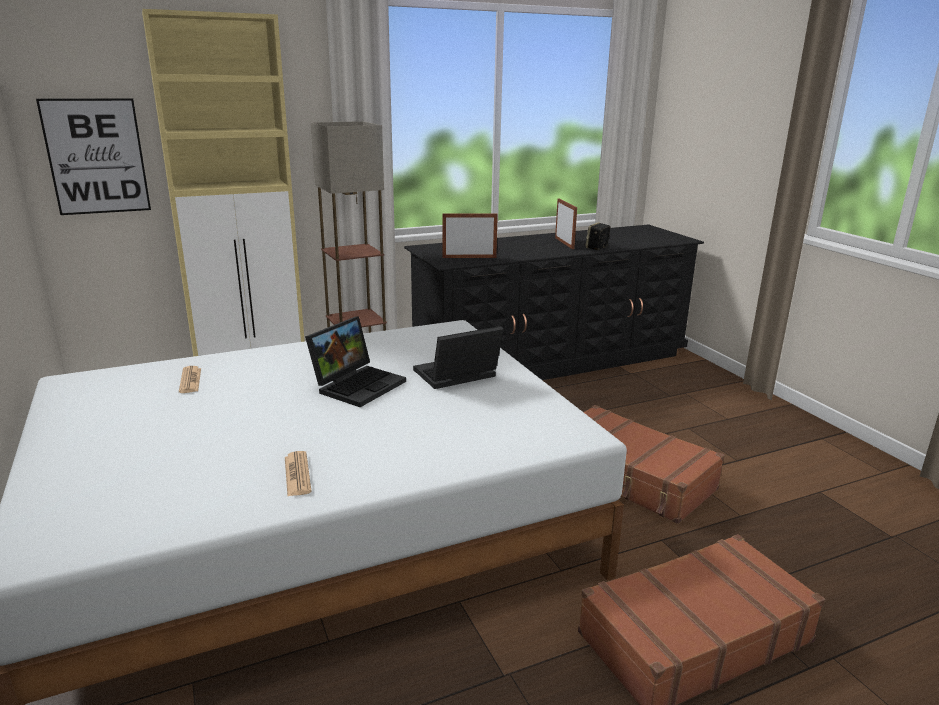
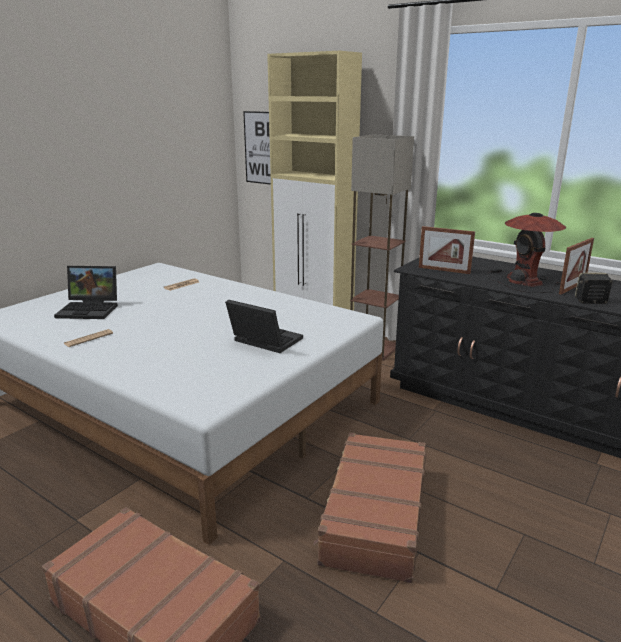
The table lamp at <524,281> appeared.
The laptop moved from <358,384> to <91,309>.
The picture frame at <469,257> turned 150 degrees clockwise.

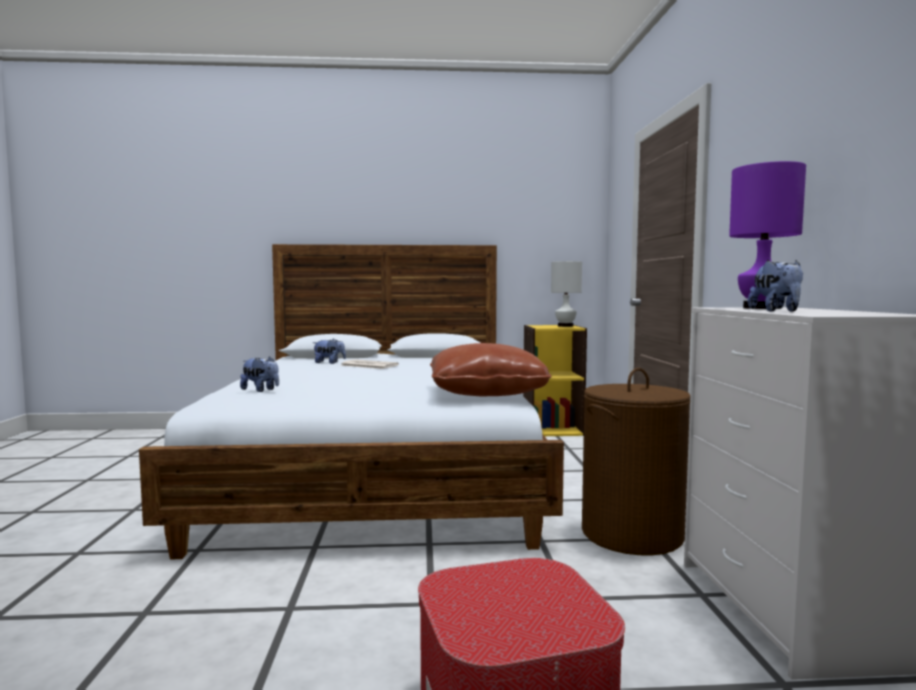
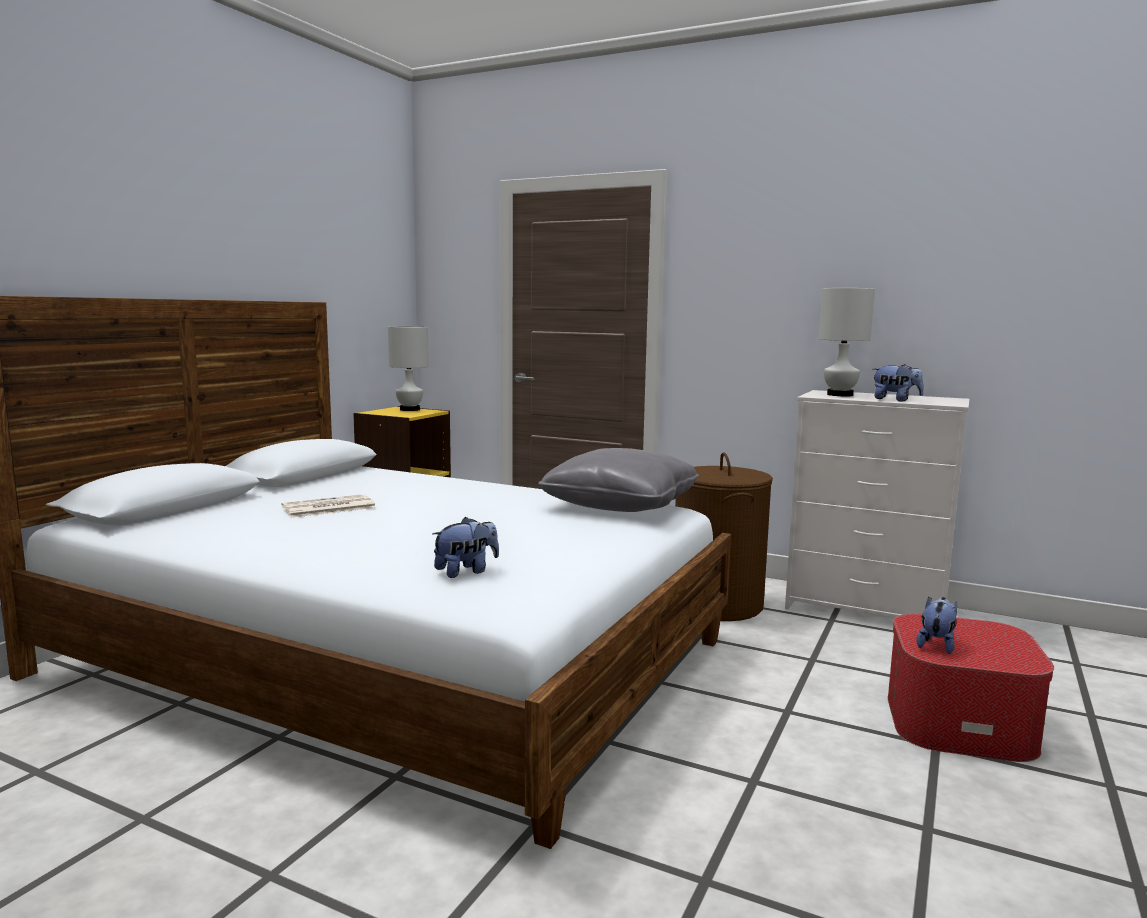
The plush toy moved from <329,363> to <936,645>.
The pillow/brown at <486,393> became the pillow/grey at <621,505>.
The table lamp/purple at <761,308> became the table lamp/white at <839,395>.

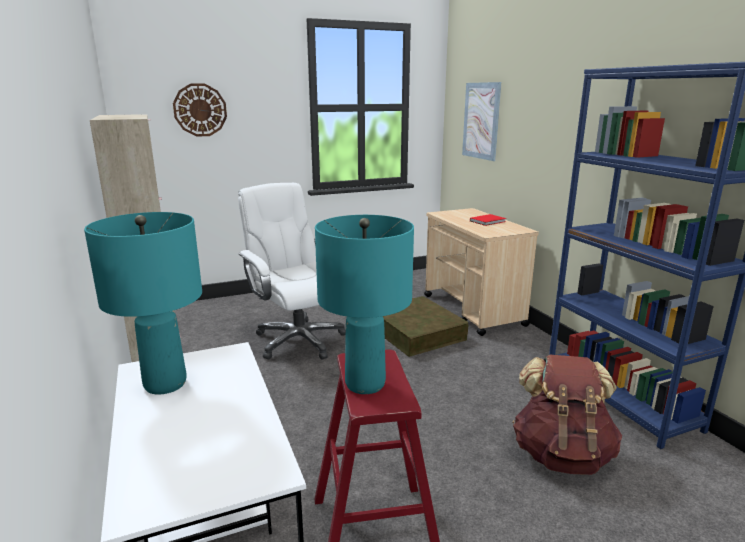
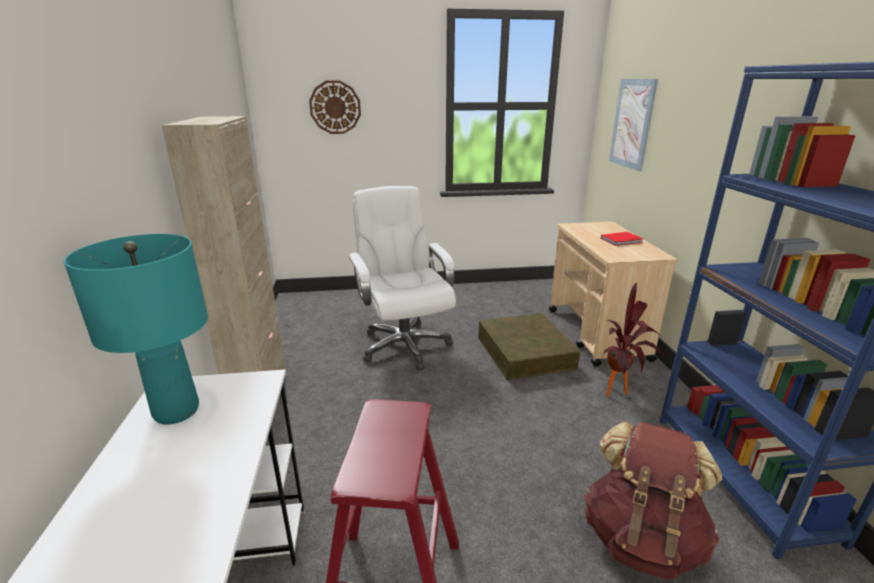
The table lamp/turquoise at <364,384> disappeared.
The potted plant at <621,392> appeared.

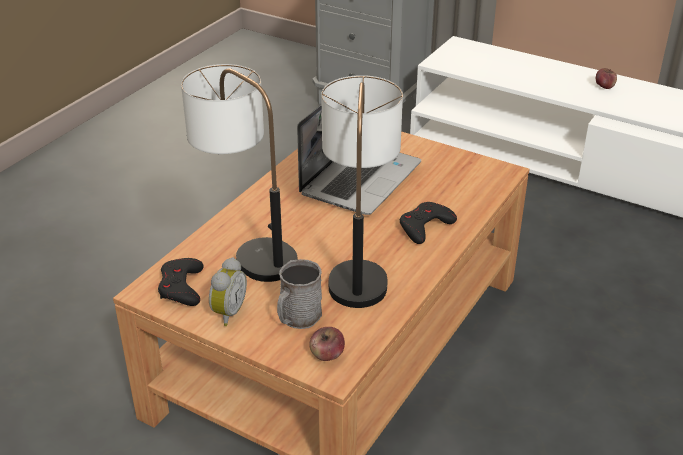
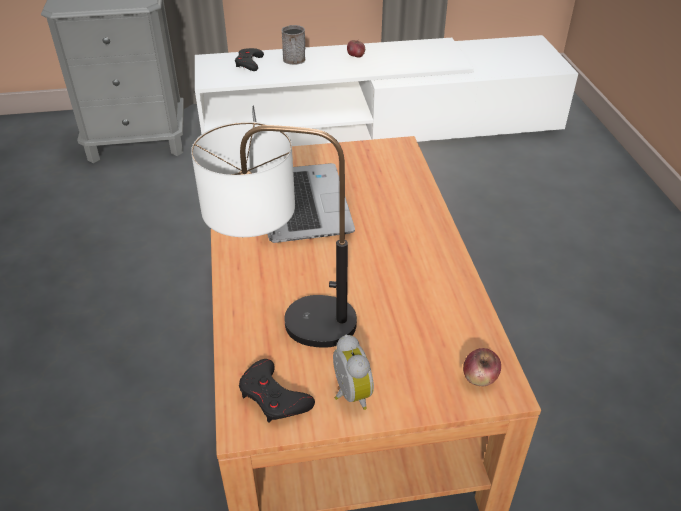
The table lamp at <359,265> disappeared.
The mug/grey moved from <297,318> to <294,61>.
The game controller/black moved from <425,226> to <249,63>.

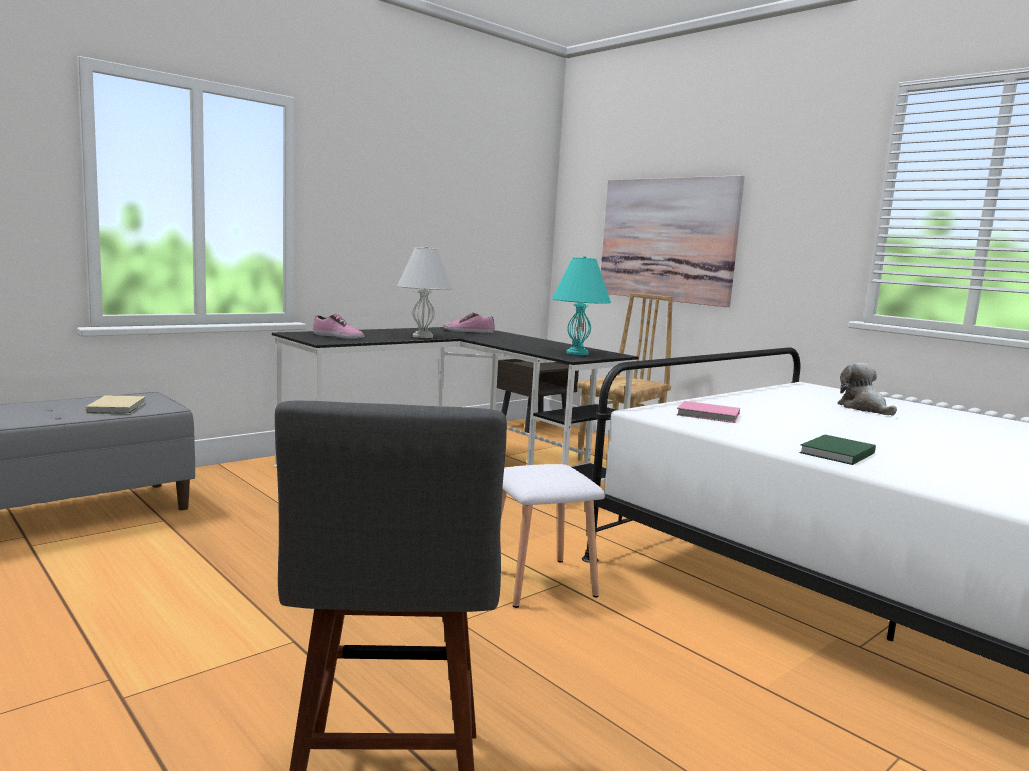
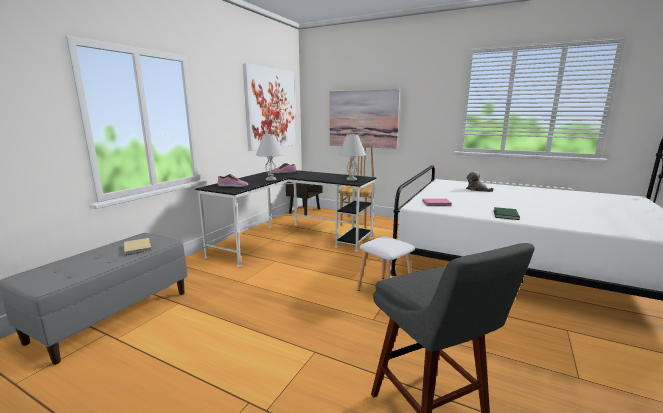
The picture at <271,108> appeared.
The table lamp/turquoise at <576,353> became the table lamp/white at <351,179>.

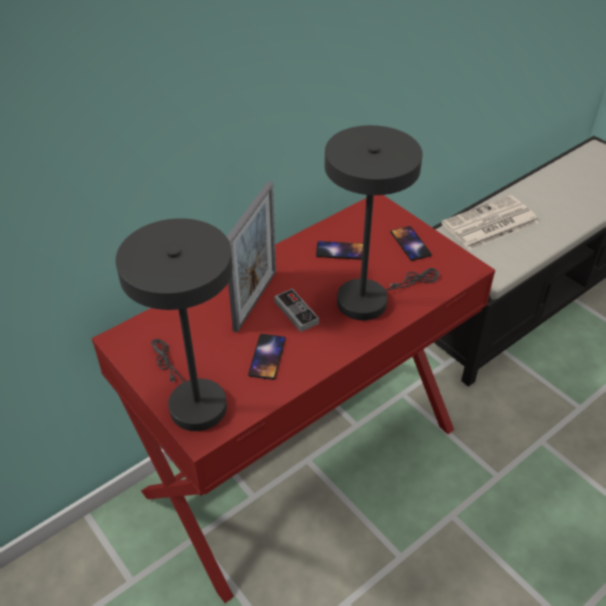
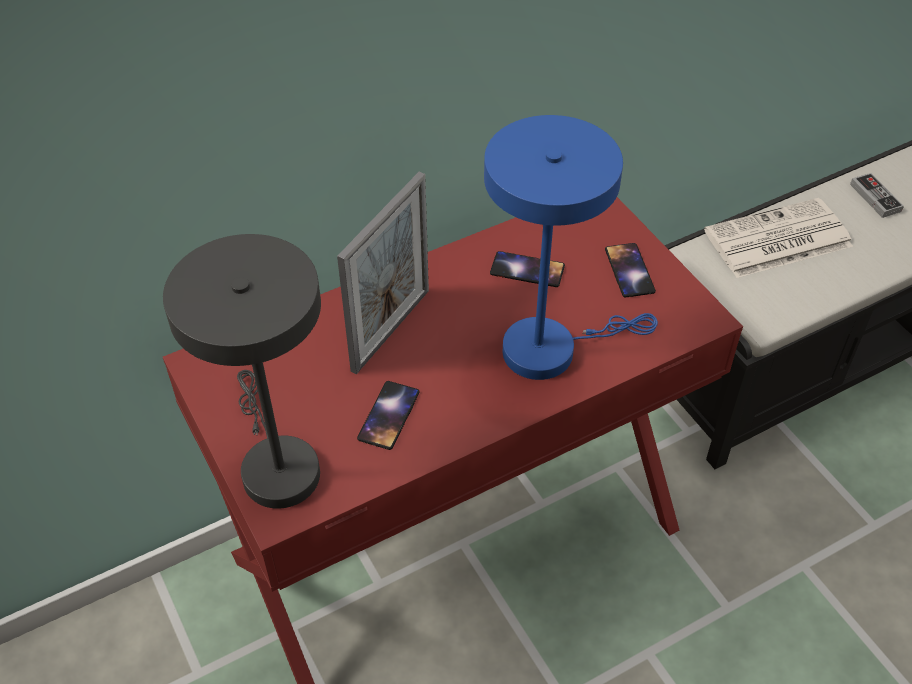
The game controller moved from <296,312> to <875,198>.
The table lamp/grey at <369,299> became the table lamp/blue at <550,348>.

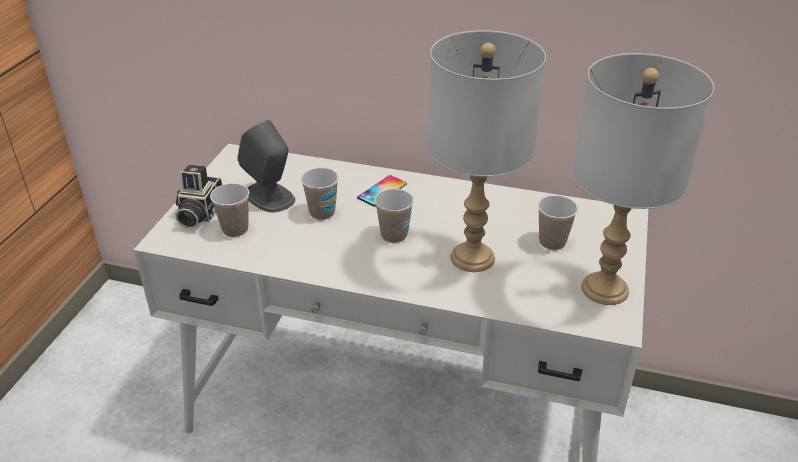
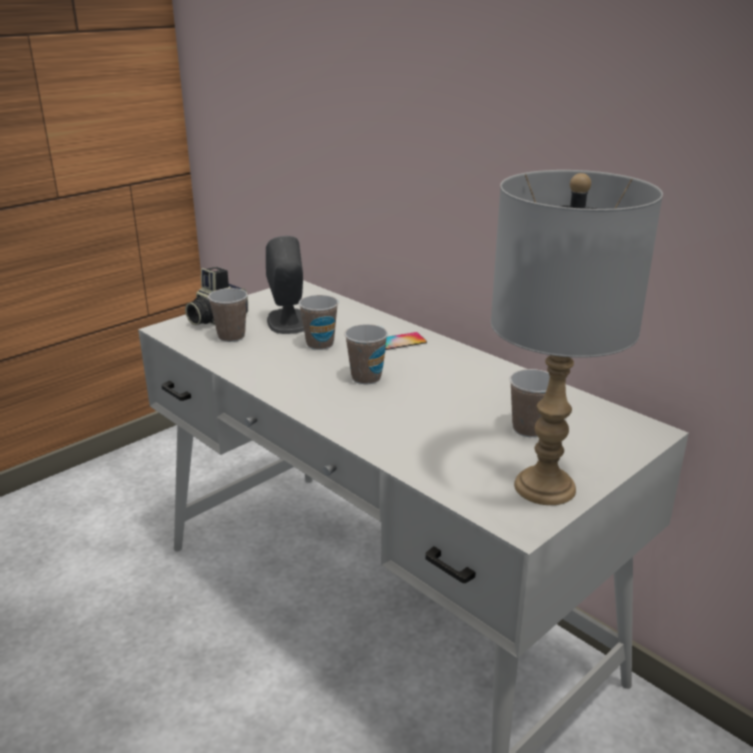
The table lamp/grey at <472,257> disappeared.

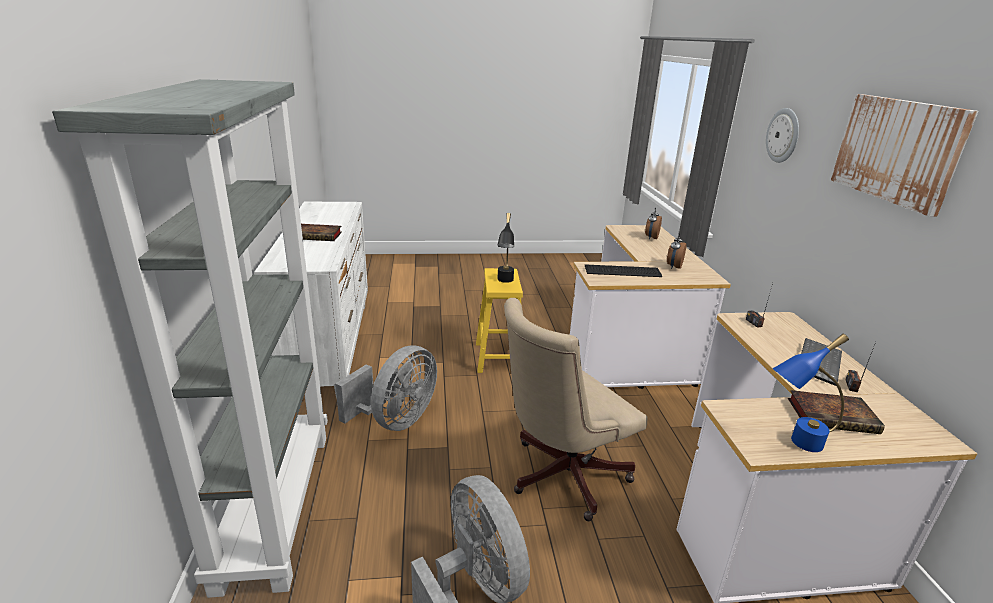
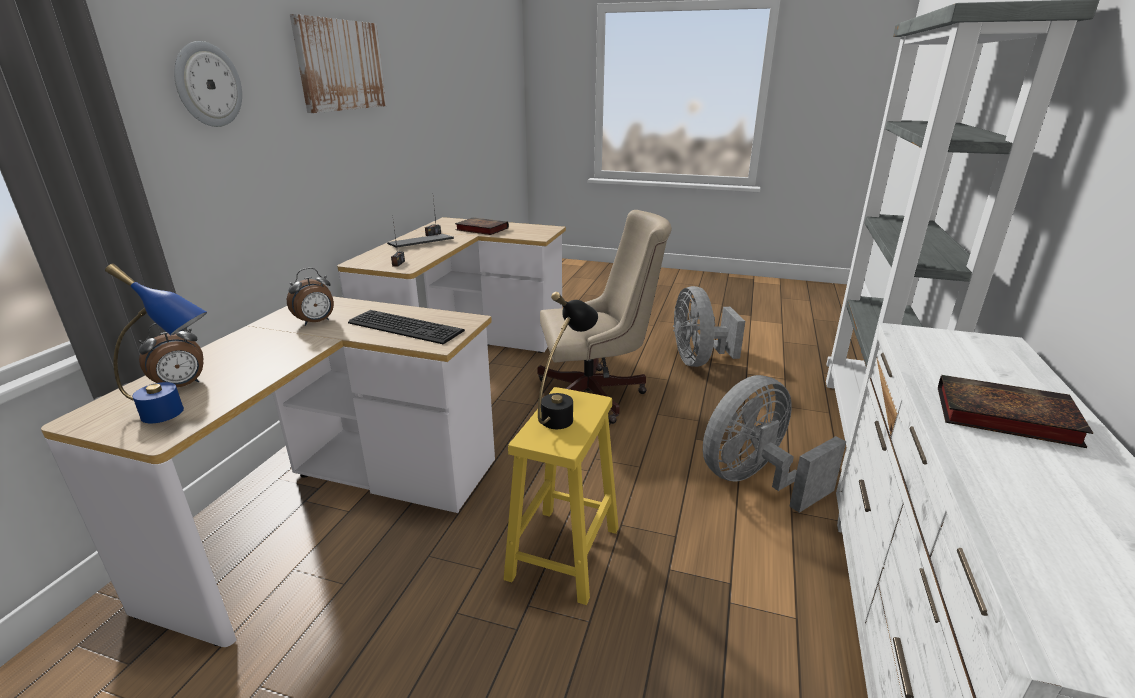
The table lamp/blue moved from <794,444> to <178,415>.

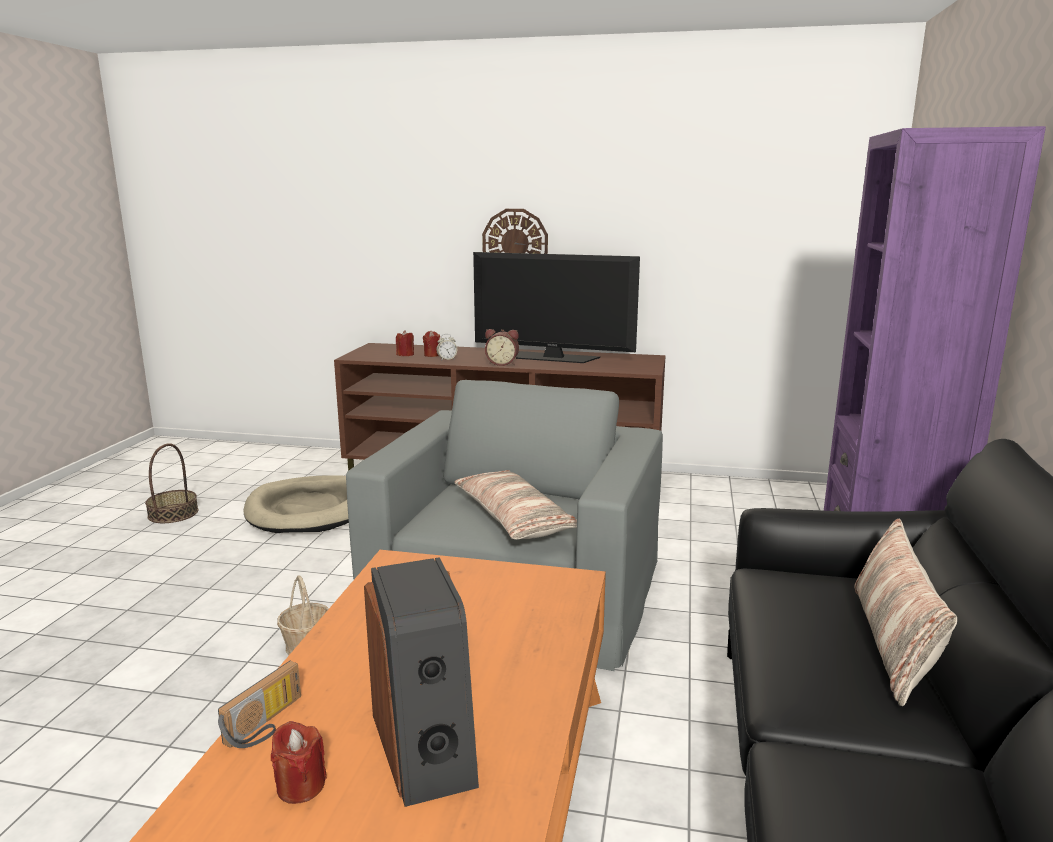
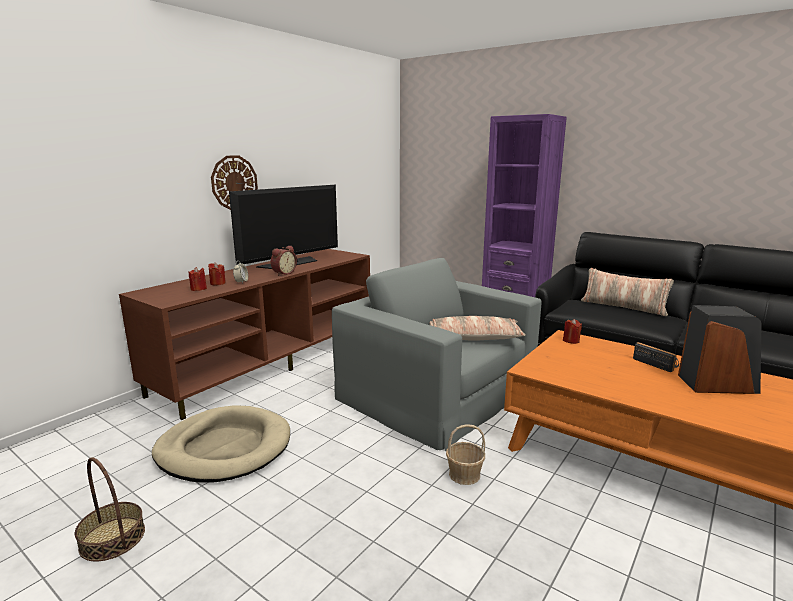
The radio moved from <267,724> to <656,364>.
The candle/red moved from <300,786> to <571,340>.

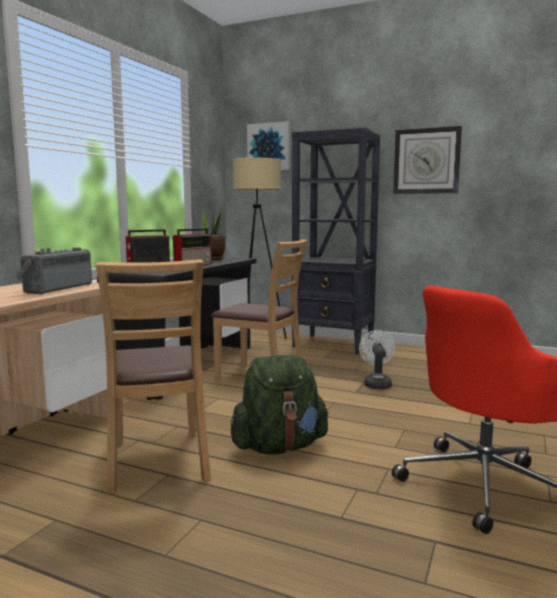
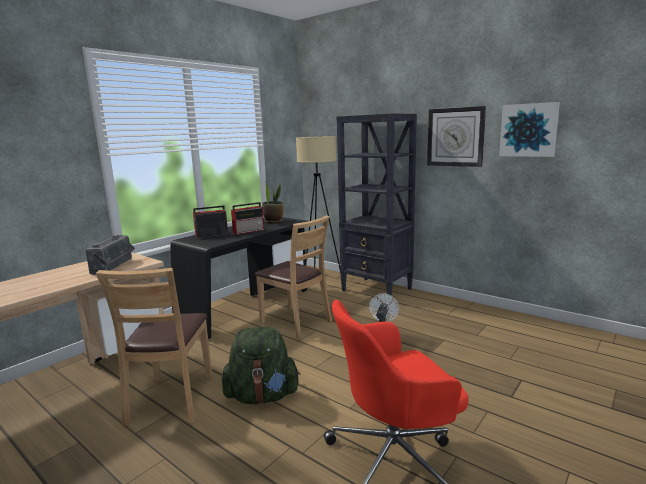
The picture moved from <269,147> to <528,130>.
The radio at <56,288> turned 150 degrees clockwise.

